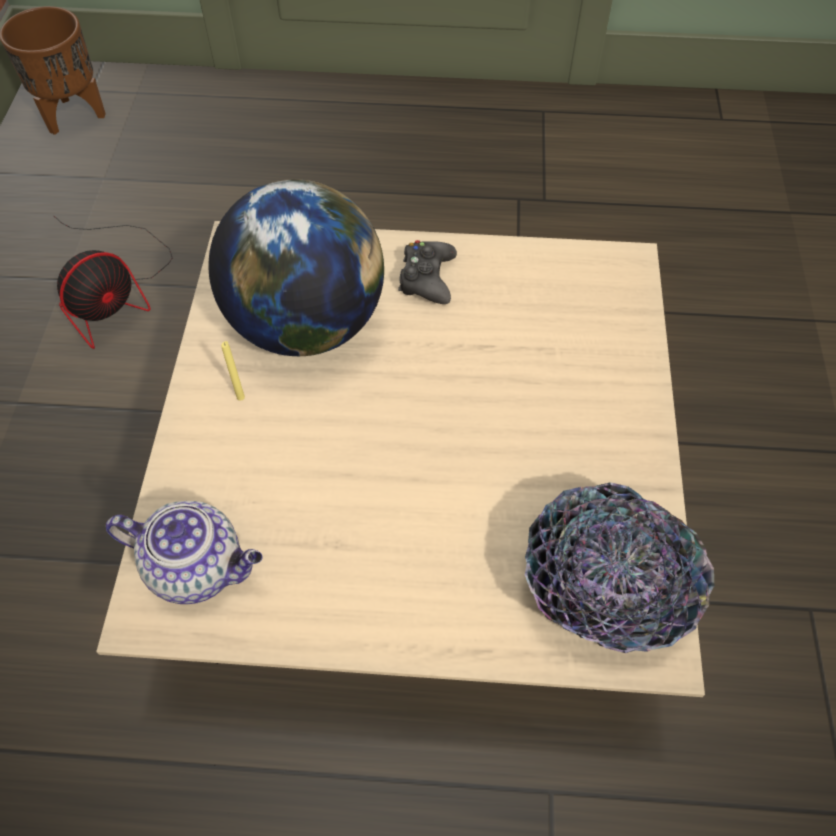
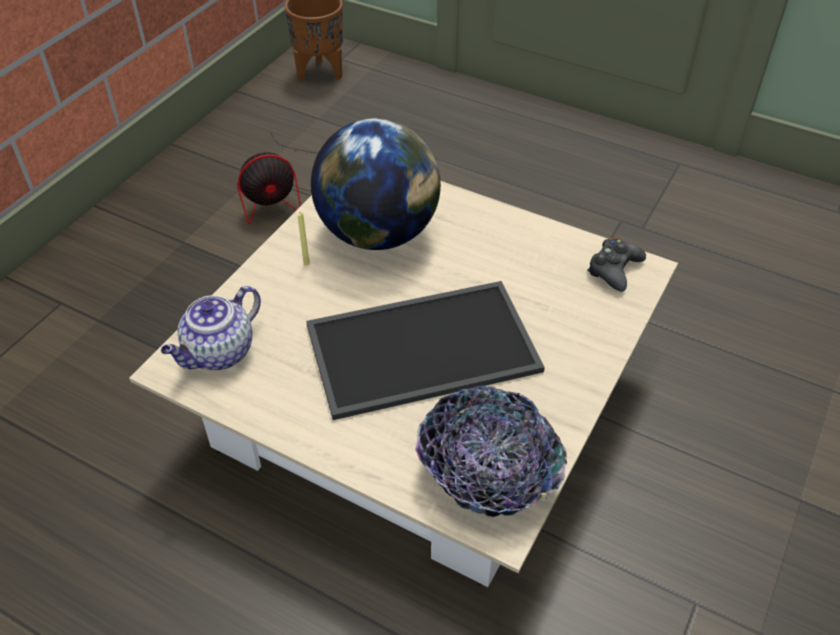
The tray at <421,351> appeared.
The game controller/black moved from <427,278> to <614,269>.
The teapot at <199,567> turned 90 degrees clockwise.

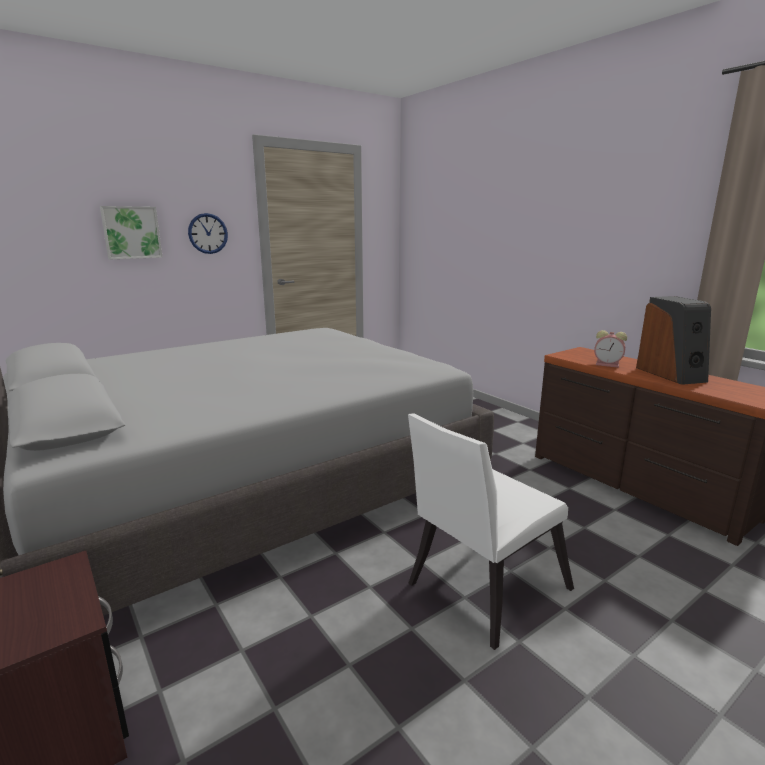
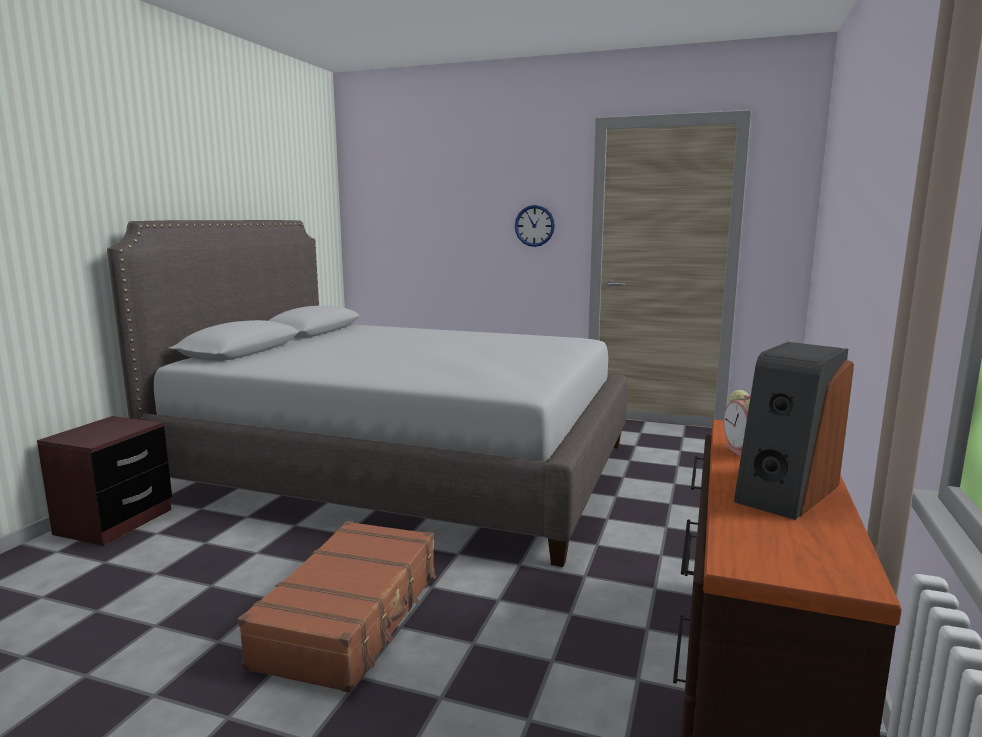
The picture at <131,232> disappeared.
The chair/white at <481,589> was replaced by the suitcase/brown at <352,617>.

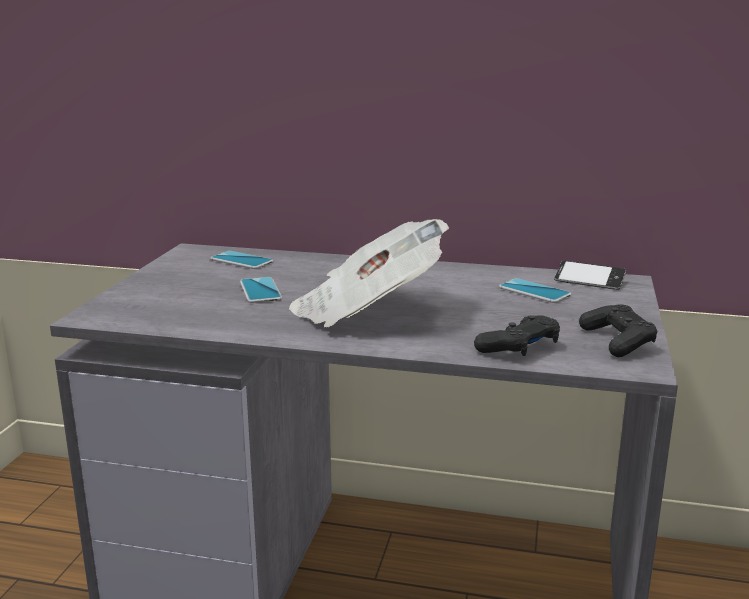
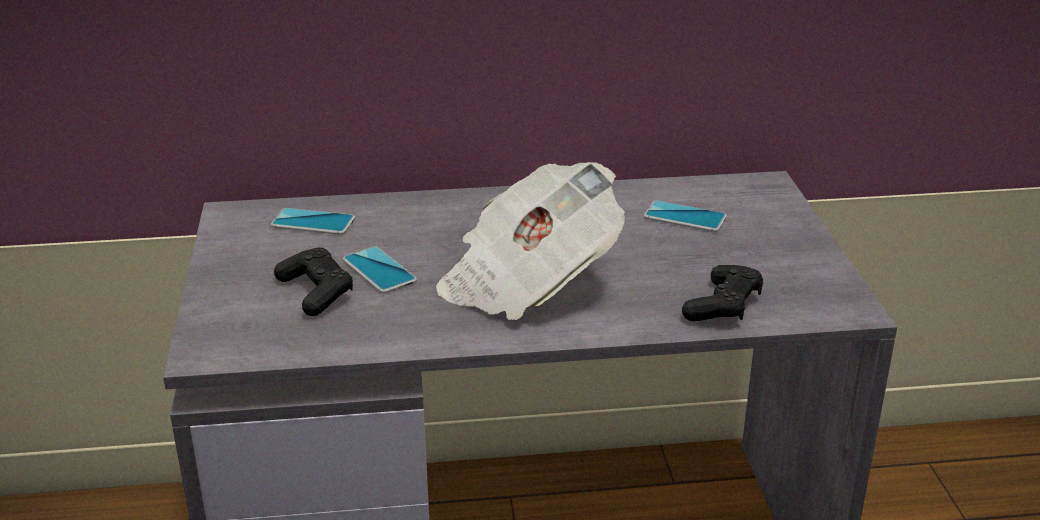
The phone at <589,281> disappeared.
The game controller/black moved from <617,341> to <316,292>.

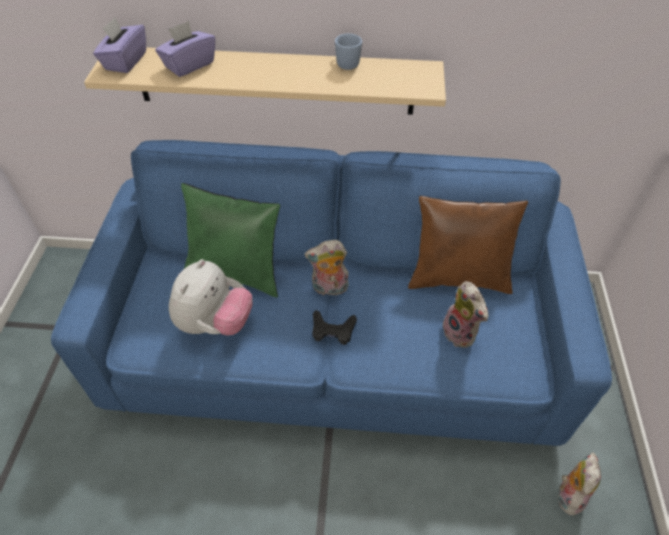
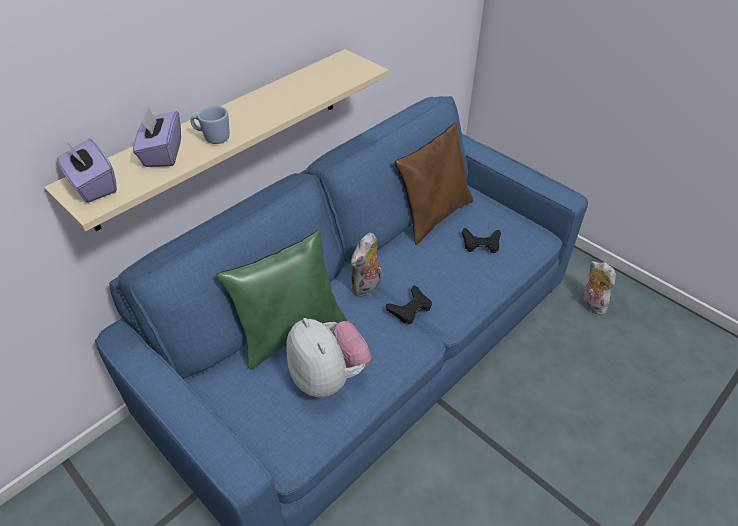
The mug/blue moved from <345,63> to <213,138>.
The plush toy at <461,333> was replaced by the game controller/black at <481,243>.

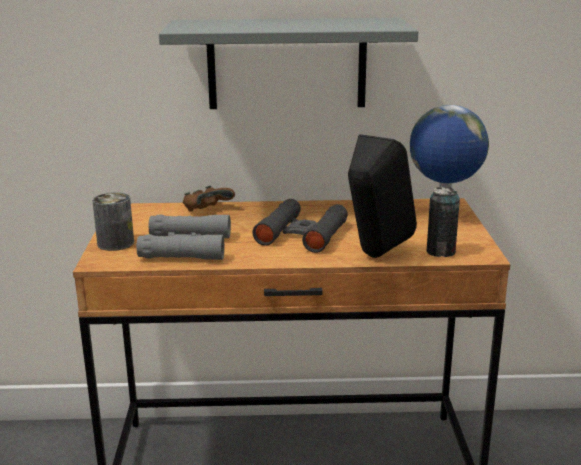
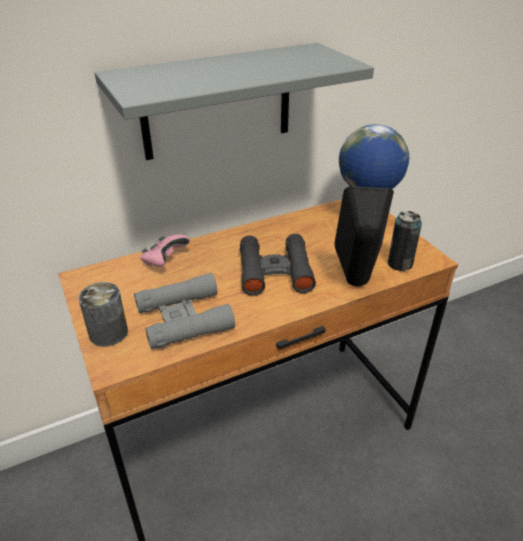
The game controller/brown at <207,211> became the game controller/pink at <165,260>.

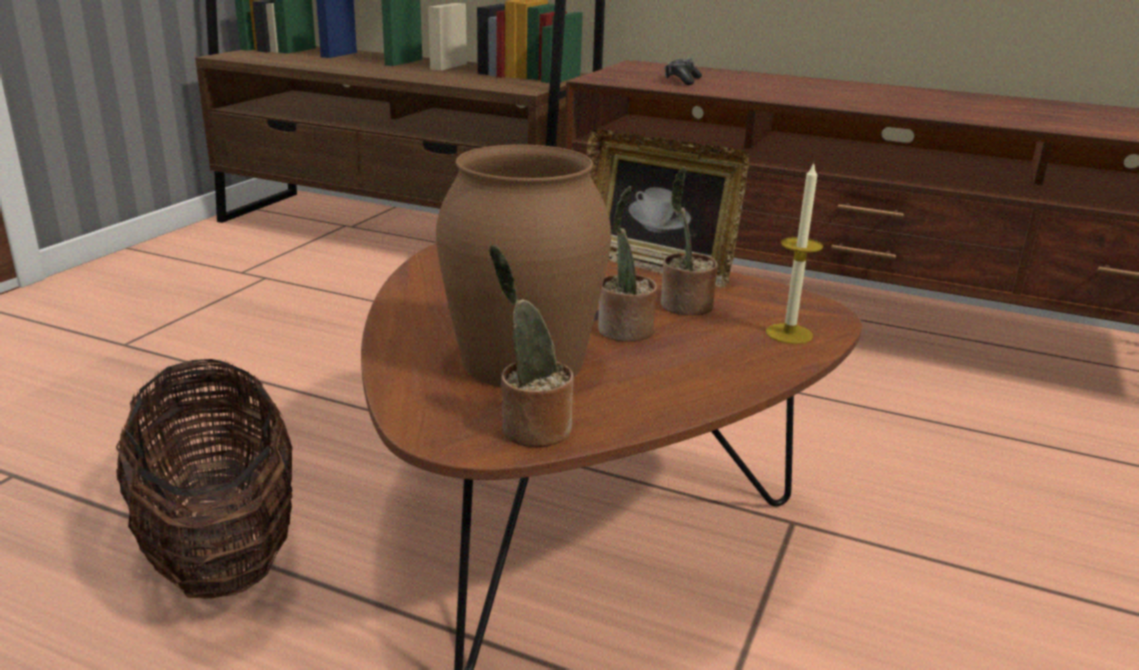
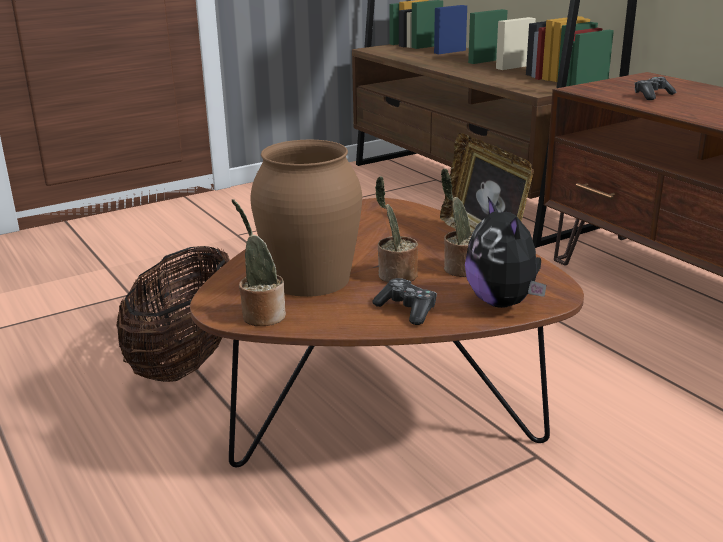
The game controller at <407,310> appeared.
The candle at <789,334> was replaced by the plush toy at <503,302>.

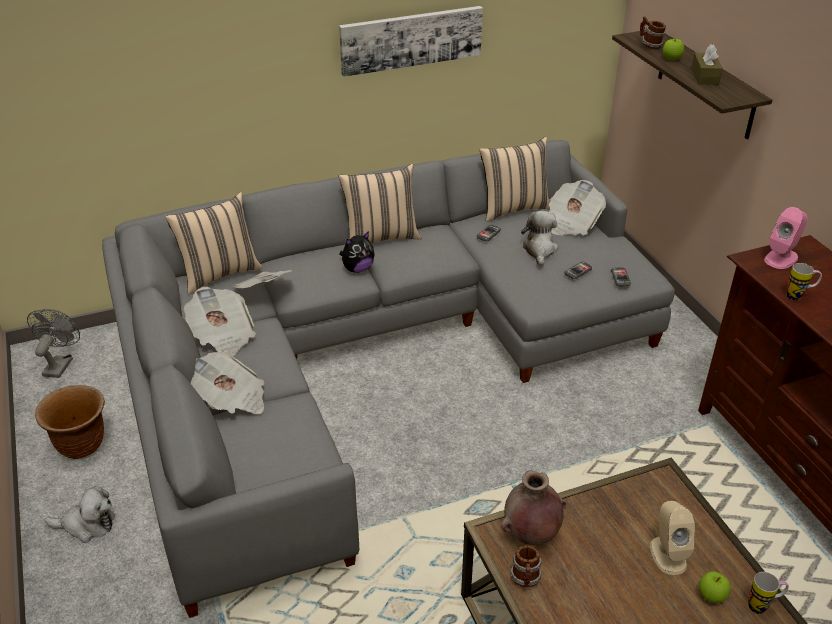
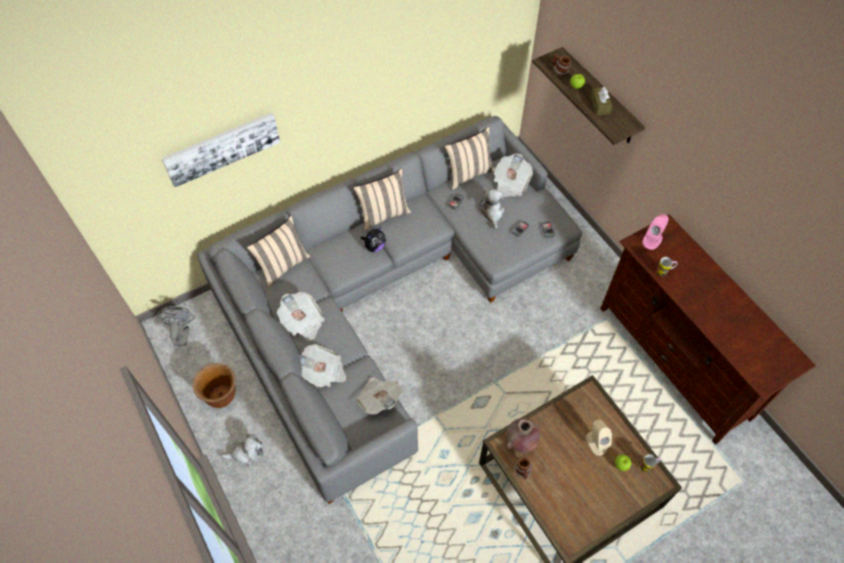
The newspaper moved from <263,292> to <379,399>.
The picture moved from <411,39> to <222,148>.

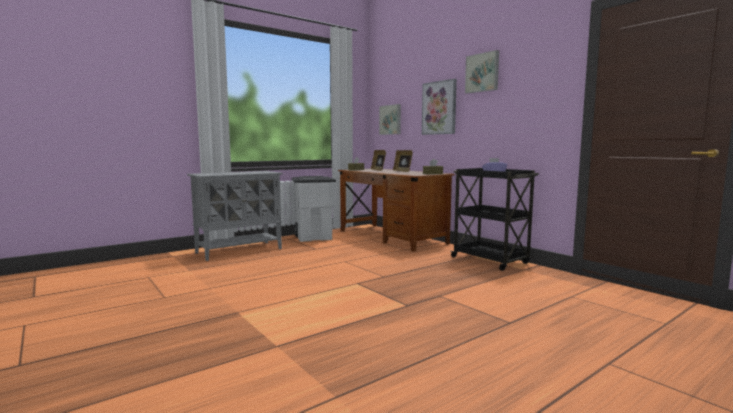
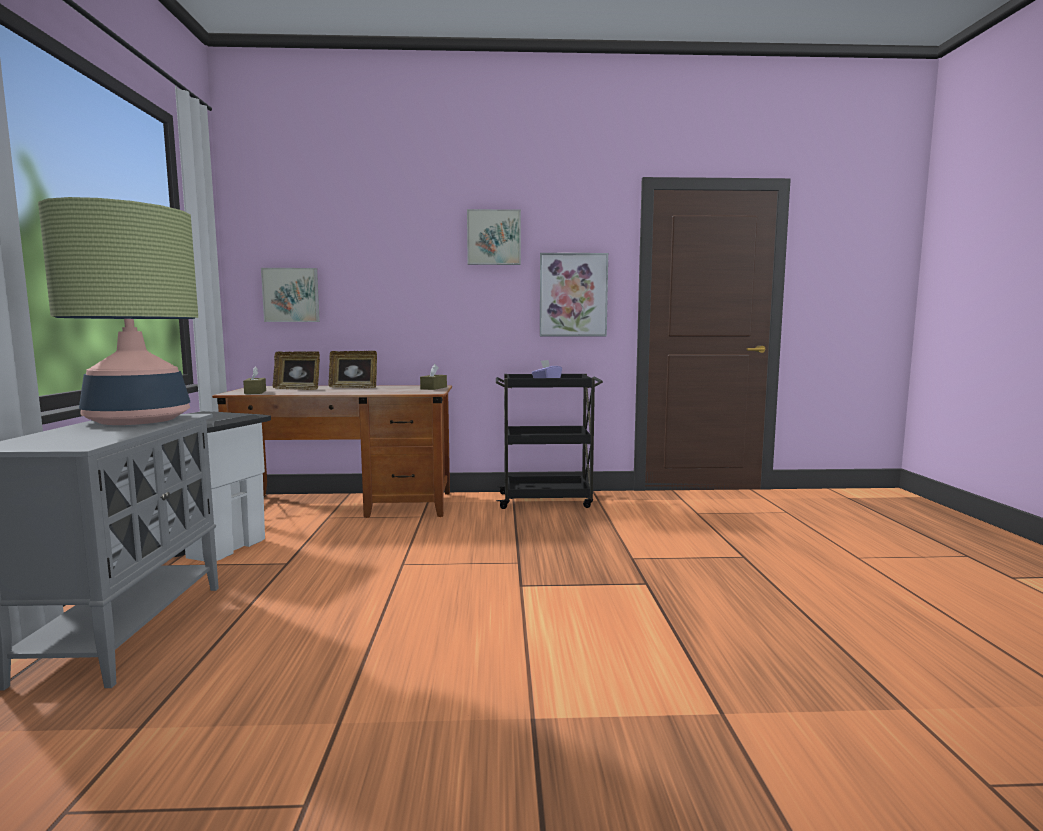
The table lamp at <138,420> appeared.
The picture moved from <439,108> to <573,295>.

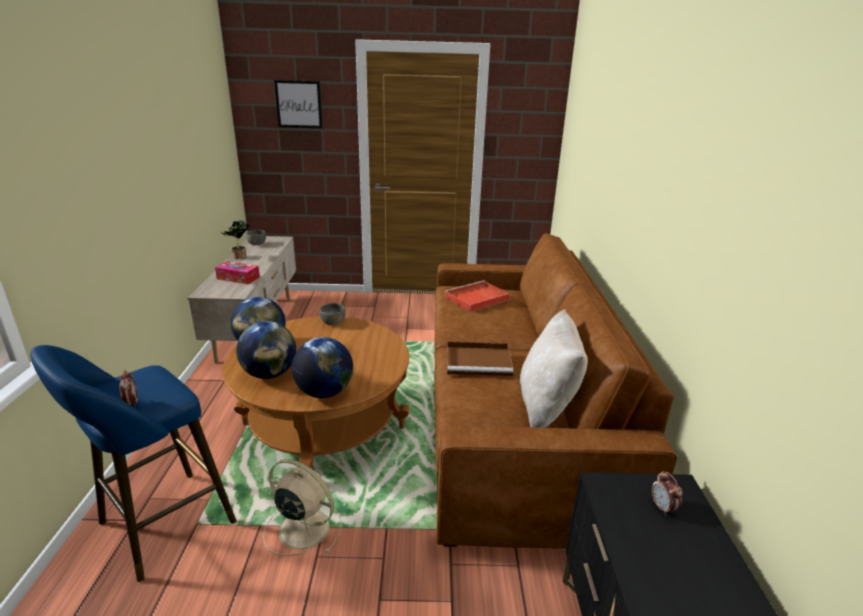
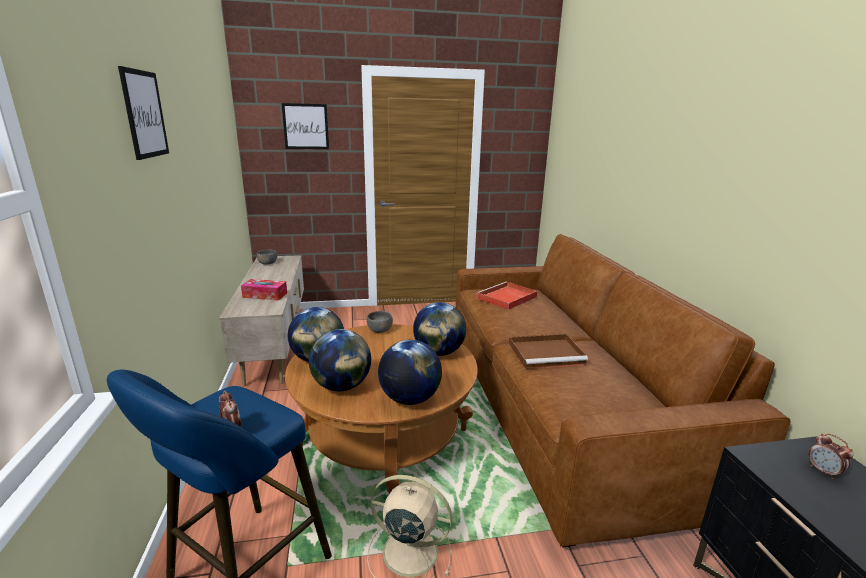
The potted plant at <239,257> disappeared.
The pillow/beige at <546,406> disappeared.
The picture at <144,114> appeared.
The globe at <439,352> appeared.

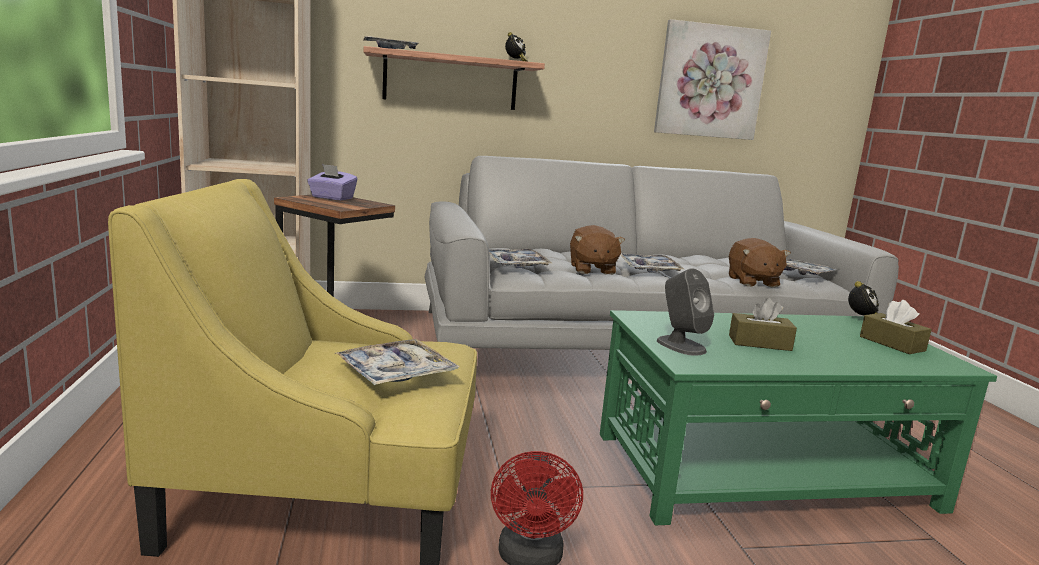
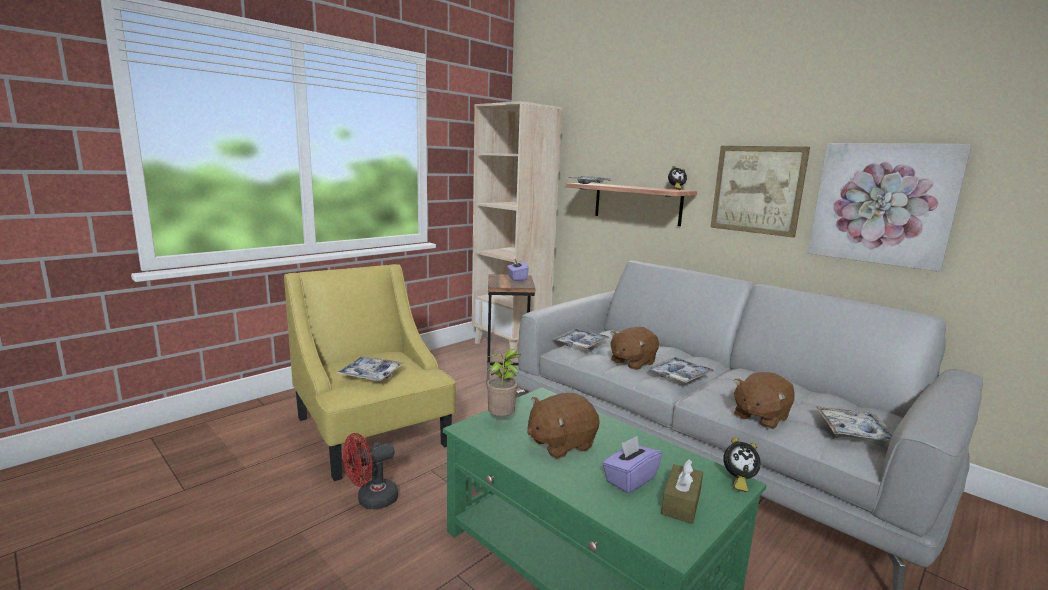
The tissue box/purple at <630,479> appeared.
The picture at <757,190> appeared.
The speaker/grey at <680,345> was replaced by the potted plant at <502,419>.
The tissue box/brown at <759,343> was replaced by the plush toy/brown at <560,444>.

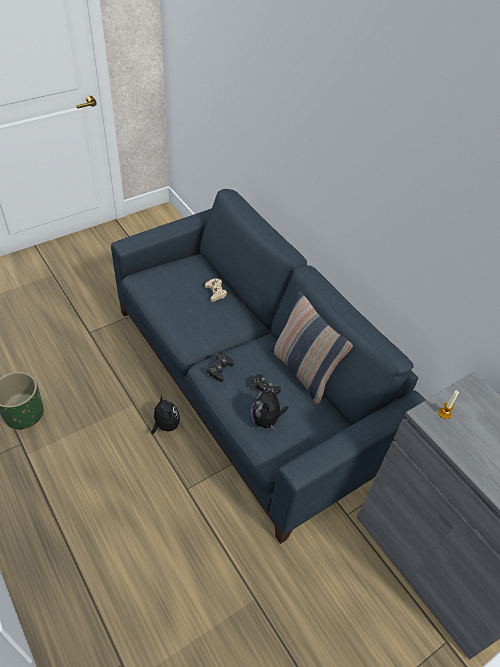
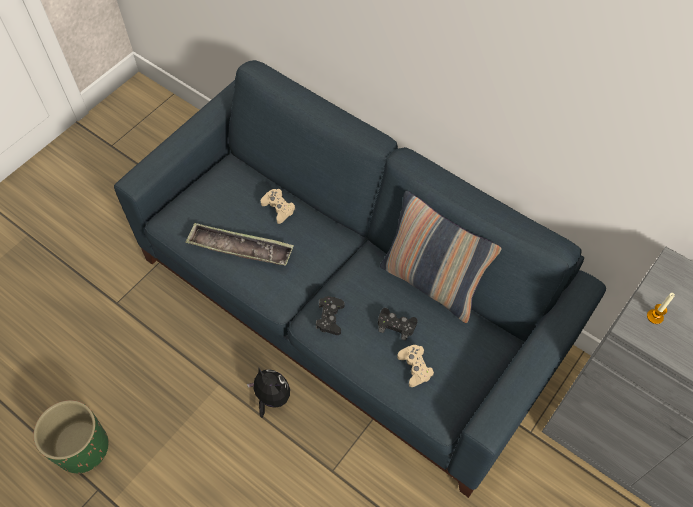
The tray at <240,248> appeared.
The plush toy at <266,420> was replaced by the game controller/beige at <415,367>.

